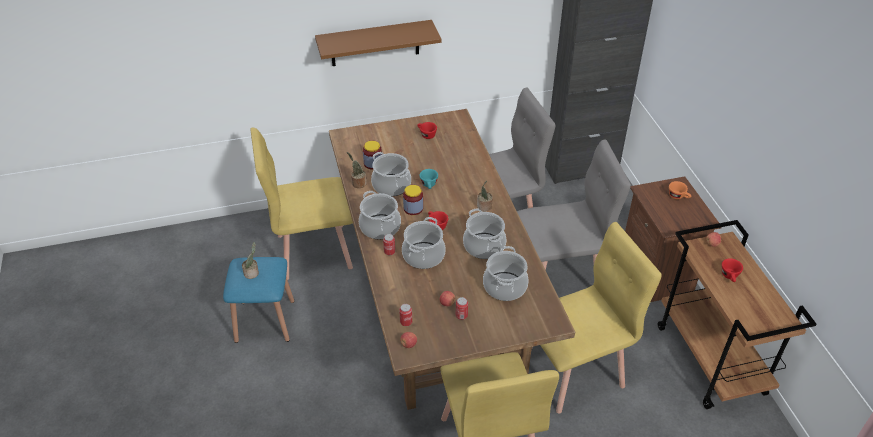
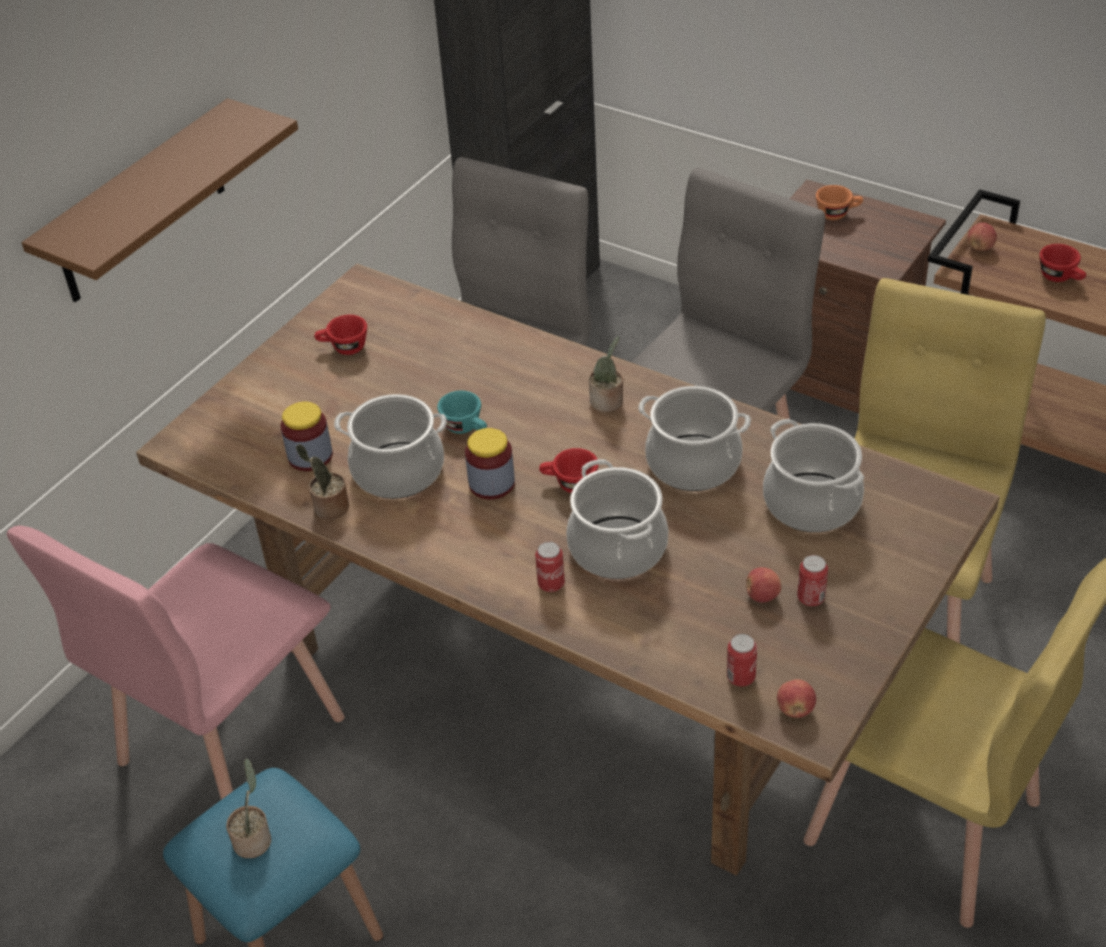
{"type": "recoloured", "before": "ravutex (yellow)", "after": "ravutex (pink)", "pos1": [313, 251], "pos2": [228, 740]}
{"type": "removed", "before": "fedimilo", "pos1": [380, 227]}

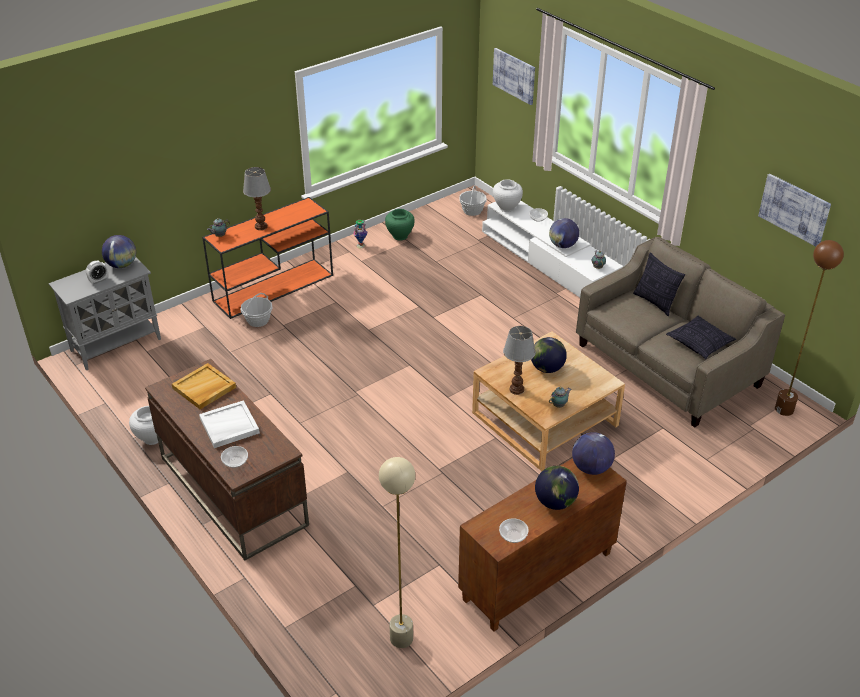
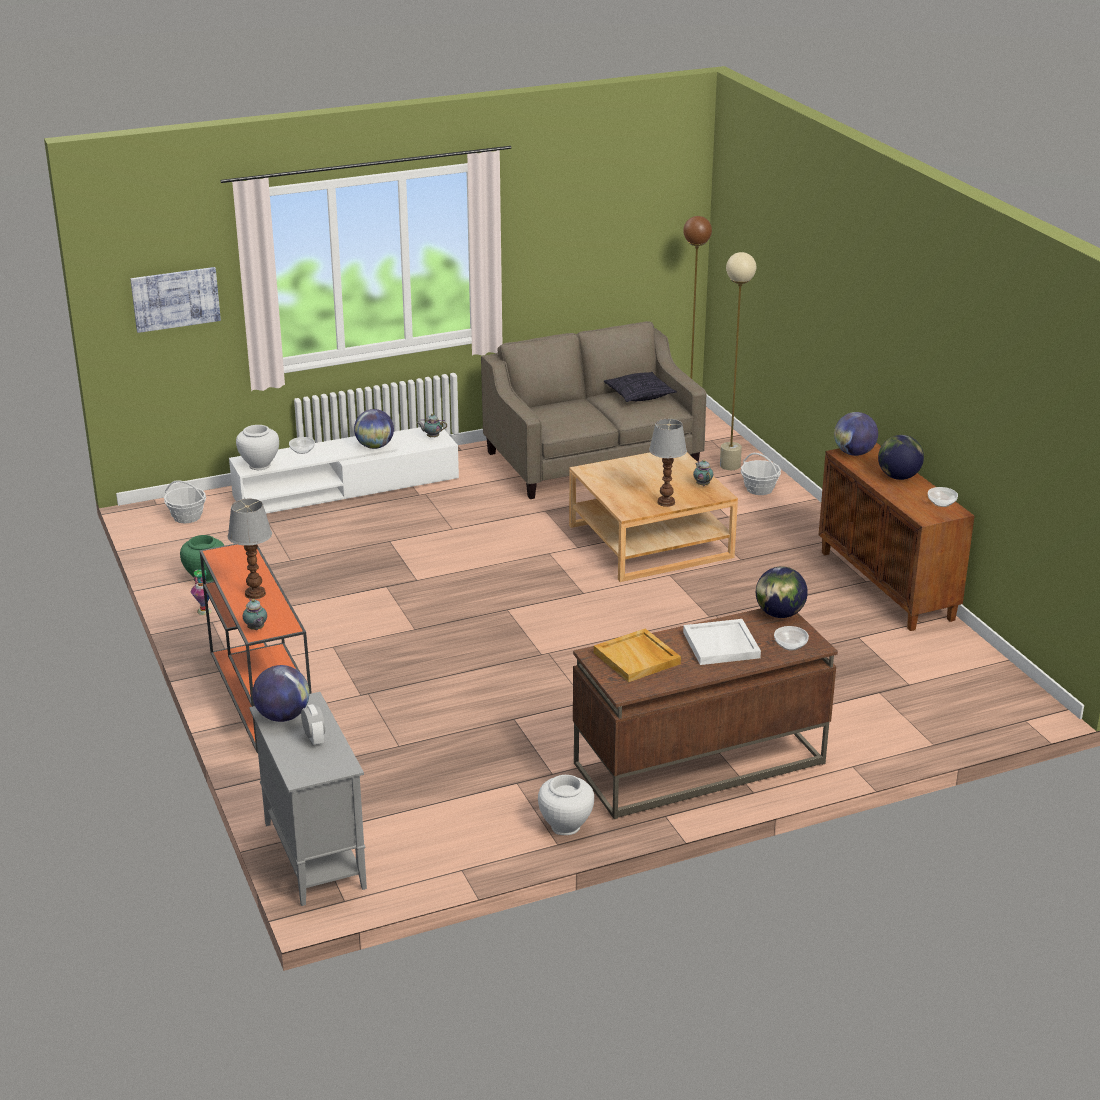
{"type": "removed", "before": "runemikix", "pos1": [794, 209]}
{"type": "removed", "before": "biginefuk", "pos1": [655, 302]}
{"type": "moved", "before": "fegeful", "pos1": [258, 320], "pos2": [759, 489]}
{"type": "moved", "before": "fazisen", "pos1": [547, 368], "pos2": [779, 614]}
{"type": "moved", "before": "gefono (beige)", "pos1": [401, 638], "pos2": [730, 465]}

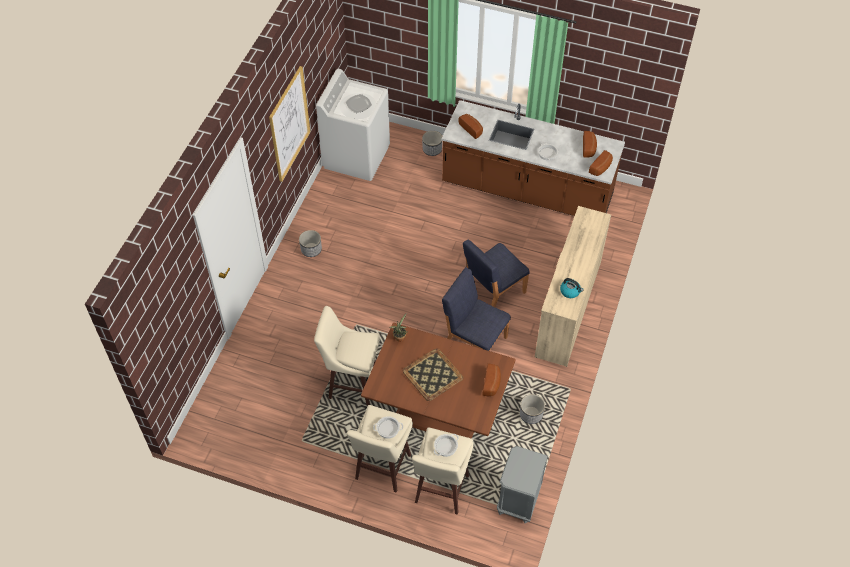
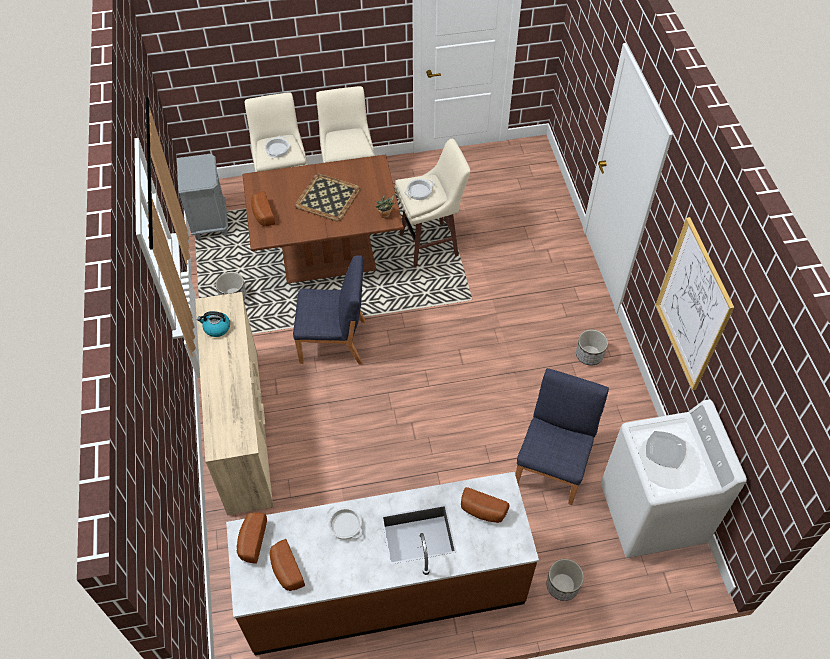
{"type": "moved", "before": "ravutex (blue)", "pos1": [492, 291], "pos2": [553, 465]}
{"type": "moved", "before": "fedimilo", "pos1": [388, 429], "pos2": [419, 191]}

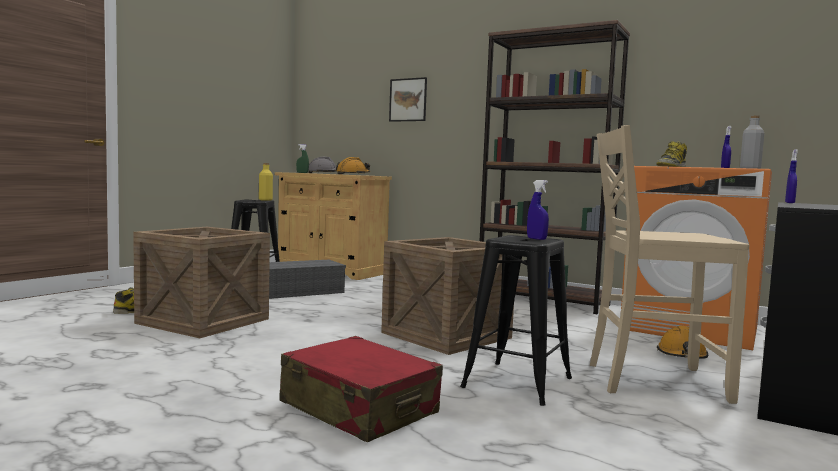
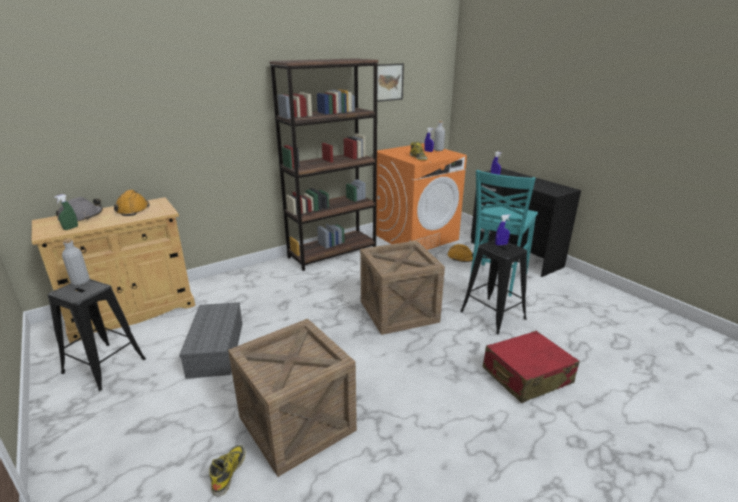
{"type": "moved", "before": "runemikix", "pos1": [408, 100], "pos2": [388, 82]}
{"type": "recoloured", "before": "ravutex (beige)", "after": "ravutex (turquoise)", "pos1": [652, 381], "pos2": [496, 280]}
{"type": "recoloured", "before": "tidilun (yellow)", "after": "tidilun (grey)", "pos1": [265, 200], "pos2": [80, 282]}

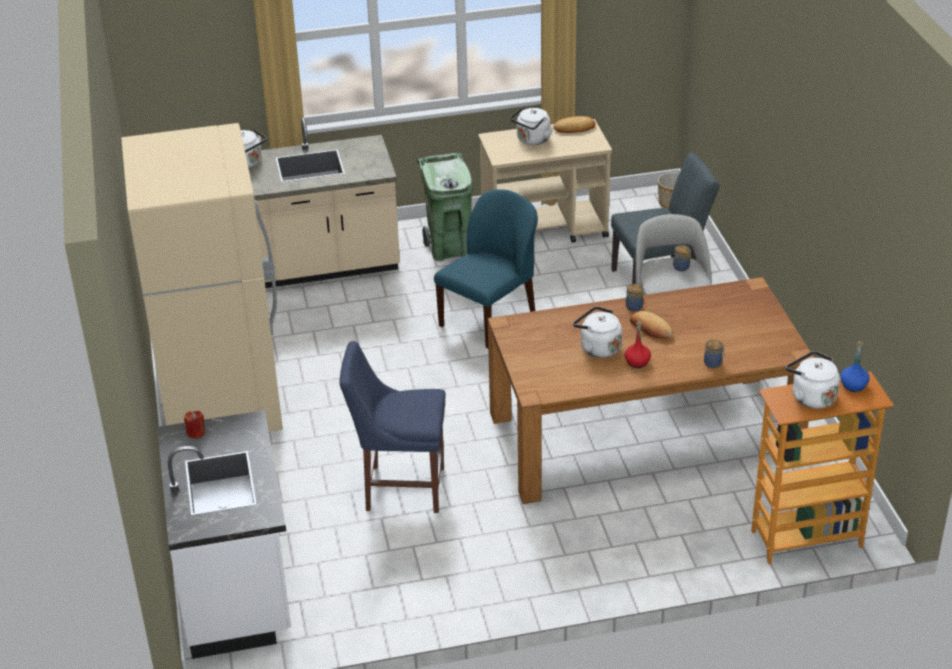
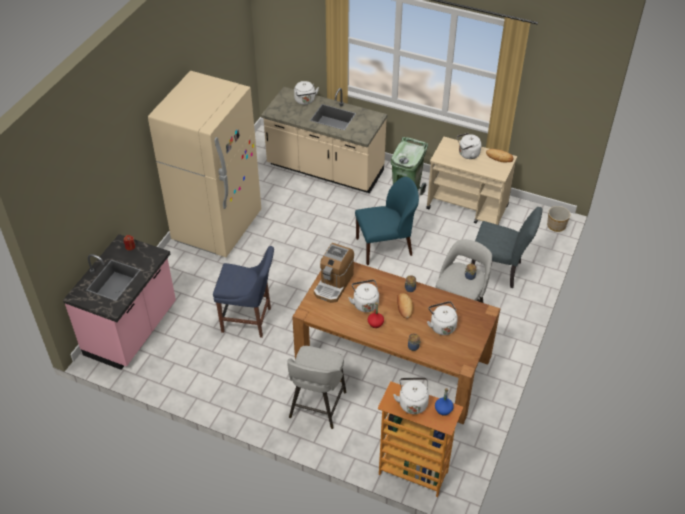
{"type": "turned", "before": "ravutex (blue)", "pos1": [400, 488], "pos2": [249, 320], "turn": 150}
{"type": "recoloured", "before": "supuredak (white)", "after": "supuredak (pink)", "pos1": [237, 588], "pos2": [132, 330]}
{"type": "added", "after": "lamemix", "pos2": [333, 284]}
{"type": "added", "after": "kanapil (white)", "pos2": [442, 326]}
{"type": "added", "after": "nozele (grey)", "pos2": [317, 406]}

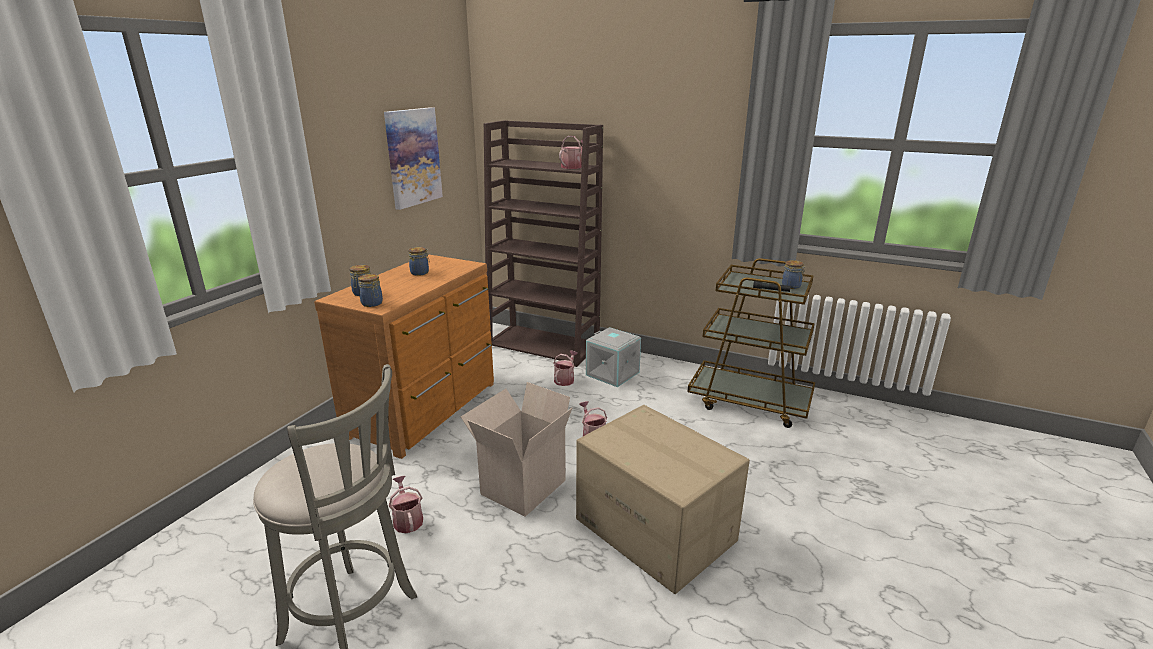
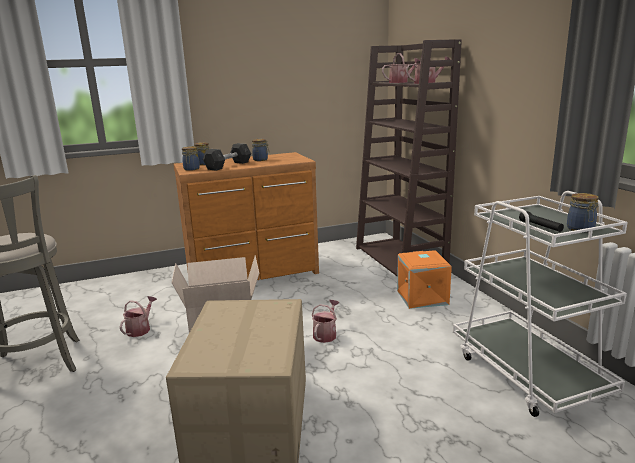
{"type": "removed", "before": "runemikix", "pos1": [413, 157]}
{"type": "recoloured", "before": "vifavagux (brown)", "after": "vifavagux (white)", "pos1": [750, 402], "pos2": [527, 373]}
{"type": "recoloured", "before": "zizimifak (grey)", "after": "zizimifak (orange)", "pos1": [611, 374], "pos2": [421, 297]}
{"type": "moved", "before": "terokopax", "pos1": [565, 379], "pos2": [401, 82]}
{"type": "added", "after": "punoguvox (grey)", "pos2": [228, 165]}

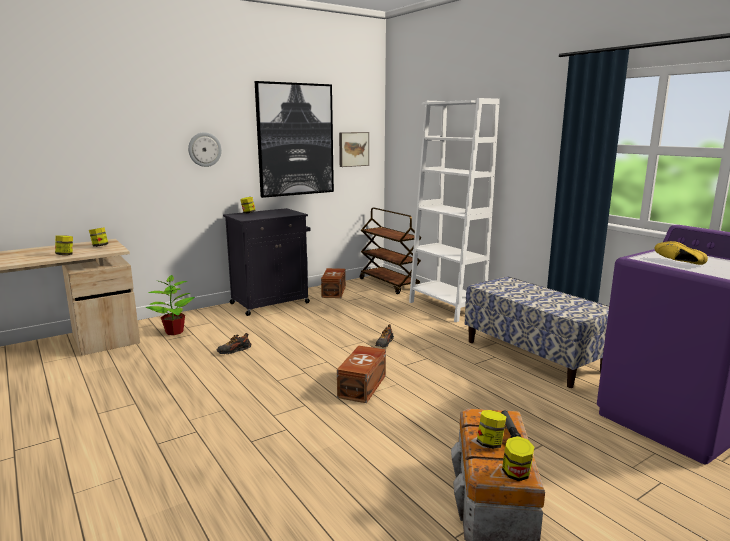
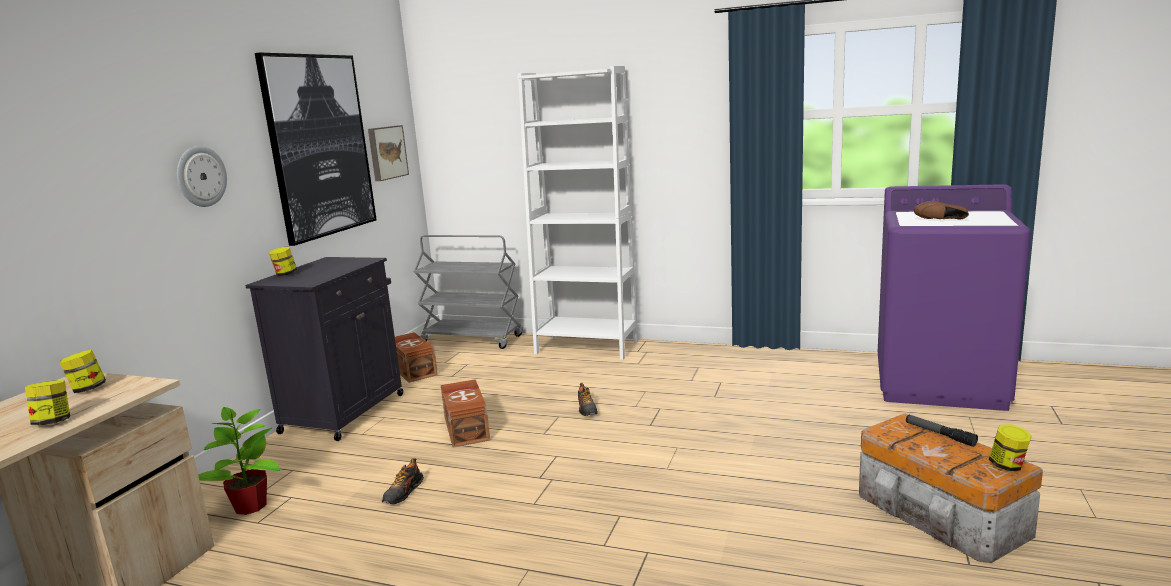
{"type": "recoloured", "before": "vifavagux (brown)", "after": "vifavagux (grey)", "pos1": [389, 284], "pos2": [473, 339]}
{"type": "recoloured", "before": "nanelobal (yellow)", "after": "nanelobal (brown)", "pos1": [677, 262], "pos2": [942, 221]}
{"type": "removed", "before": "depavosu", "pos1": [533, 356]}
{"type": "moved", "before": "zizimifak (brown)", "pos1": [363, 386], "pos2": [467, 427]}
{"type": "removed", "before": "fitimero", "pos1": [490, 443]}

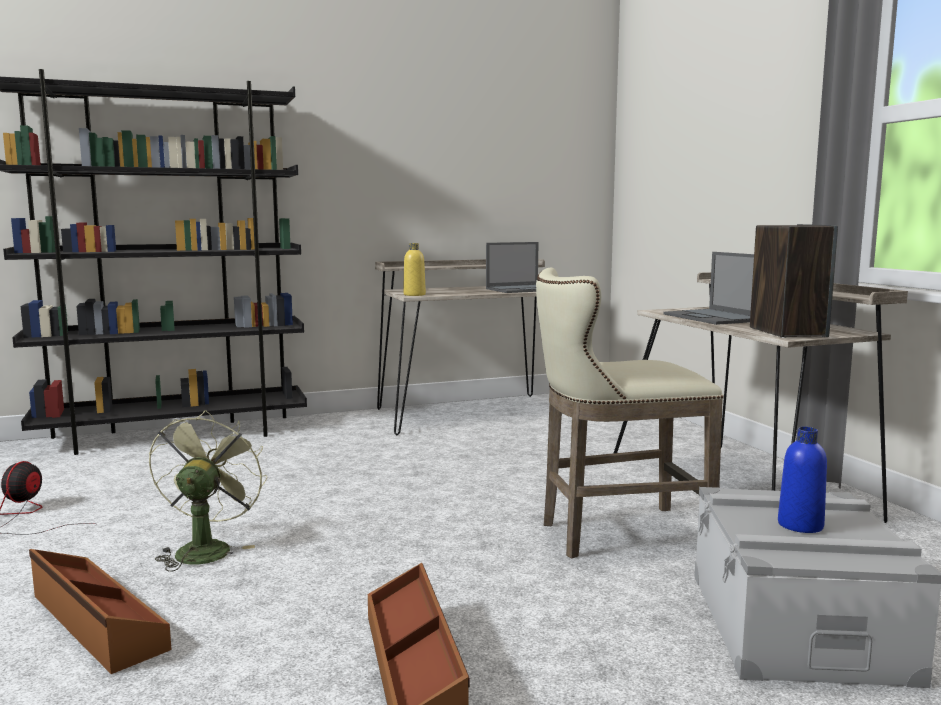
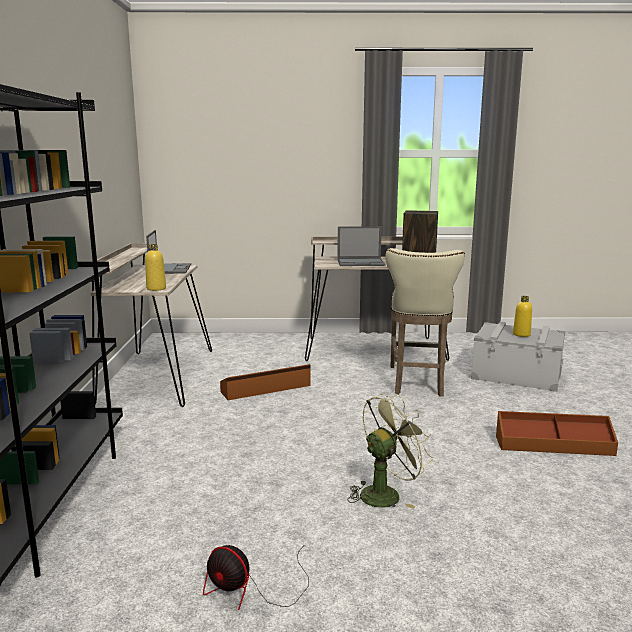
{"type": "turned", "before": "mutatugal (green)", "pos1": [206, 548], "pos2": [386, 493], "turn": 120}
{"type": "recoloured", "before": "tidilun (blue)", "after": "tidilun (yellow)", "pos1": [800, 525], "pos2": [521, 334]}
{"type": "moved", "before": "zizimifak (brown)", "pos1": [95, 622], "pos2": [266, 389]}

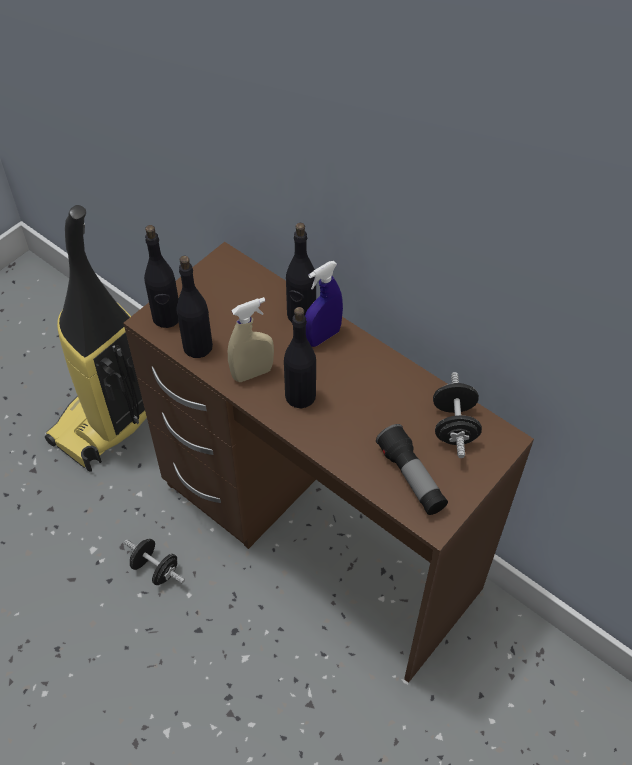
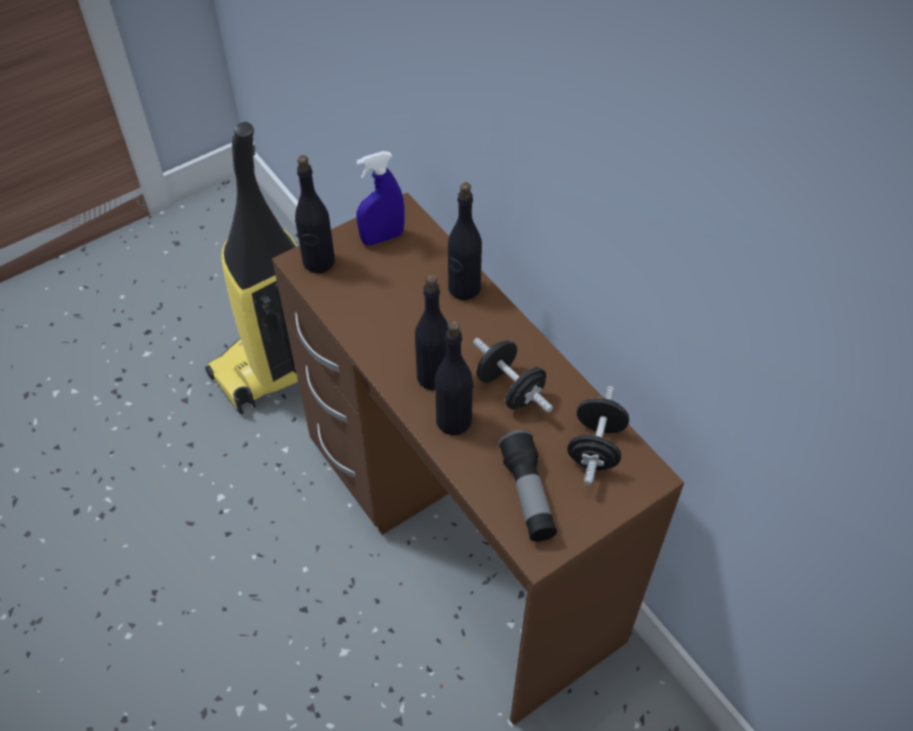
{"type": "moved", "before": "tidilun (black)", "pos1": [198, 346], "pos2": [454, 420]}
{"type": "moved", "before": "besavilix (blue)", "pos1": [322, 337], "pos2": [382, 238]}
{"type": "removed", "before": "besavilix (beige)", "pos1": [252, 373]}
{"type": "moved", "before": "punoguvox (black)", "pos1": [155, 569], "pos2": [510, 389]}

